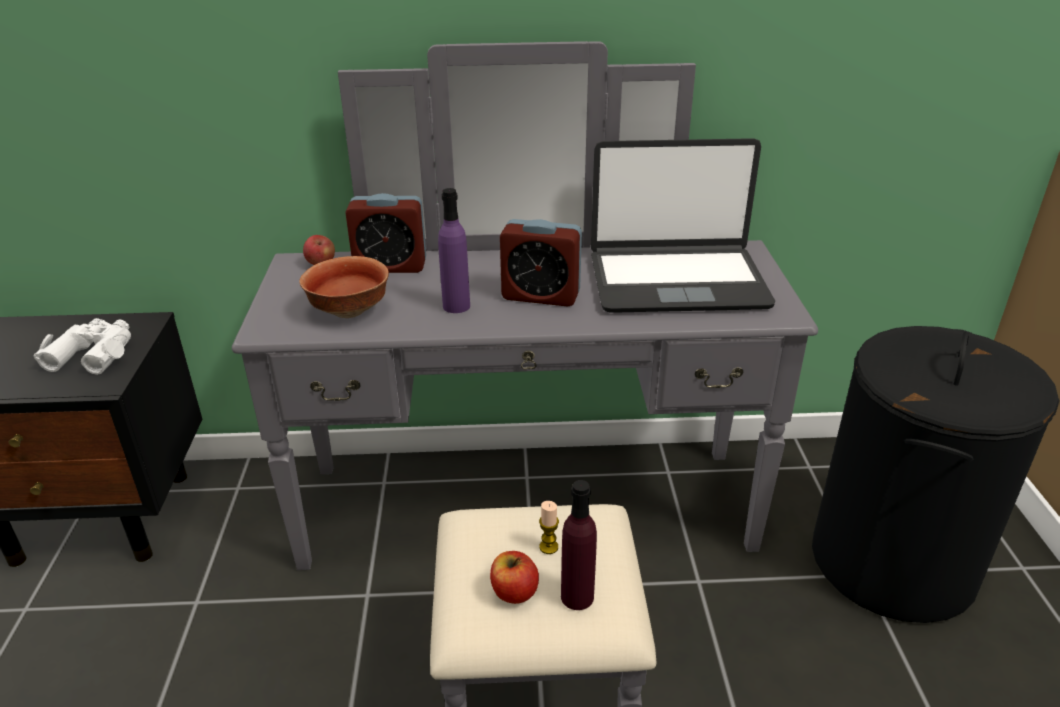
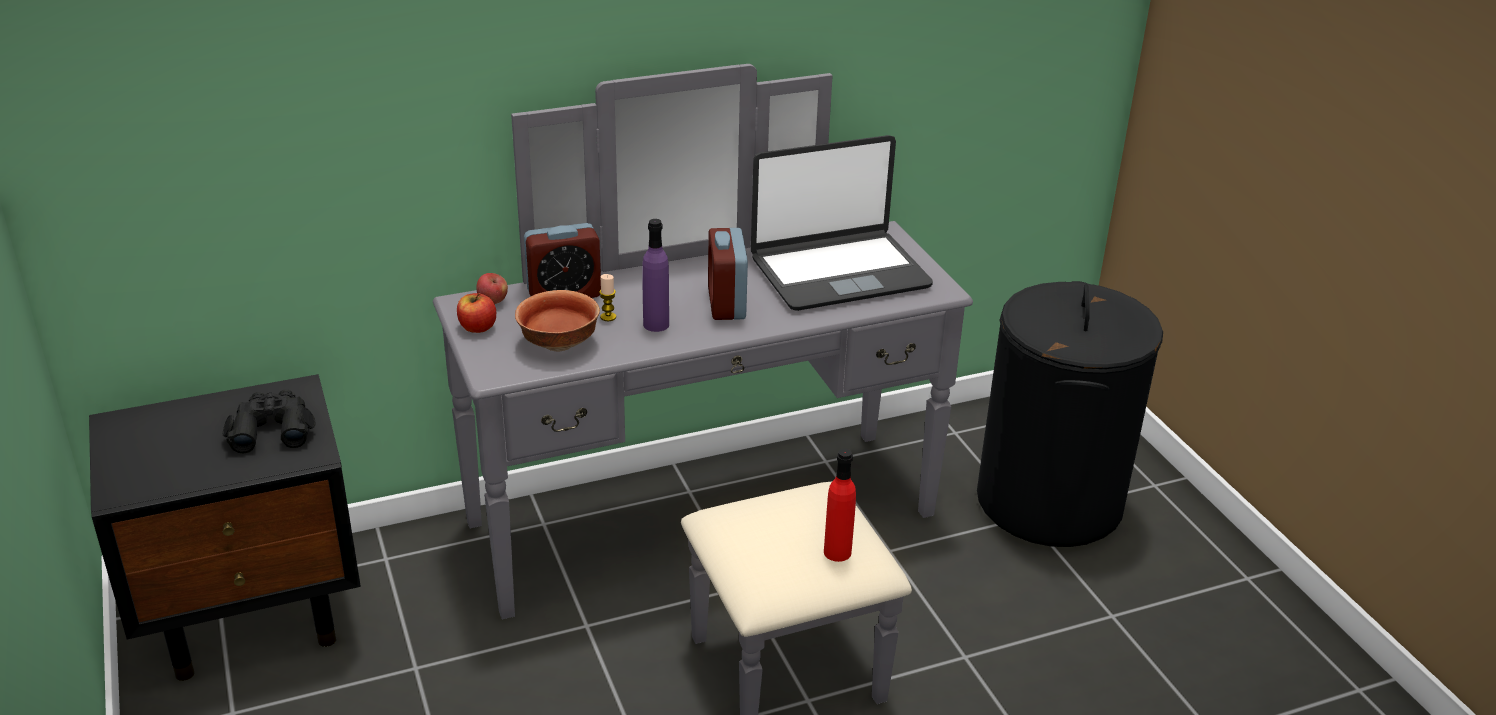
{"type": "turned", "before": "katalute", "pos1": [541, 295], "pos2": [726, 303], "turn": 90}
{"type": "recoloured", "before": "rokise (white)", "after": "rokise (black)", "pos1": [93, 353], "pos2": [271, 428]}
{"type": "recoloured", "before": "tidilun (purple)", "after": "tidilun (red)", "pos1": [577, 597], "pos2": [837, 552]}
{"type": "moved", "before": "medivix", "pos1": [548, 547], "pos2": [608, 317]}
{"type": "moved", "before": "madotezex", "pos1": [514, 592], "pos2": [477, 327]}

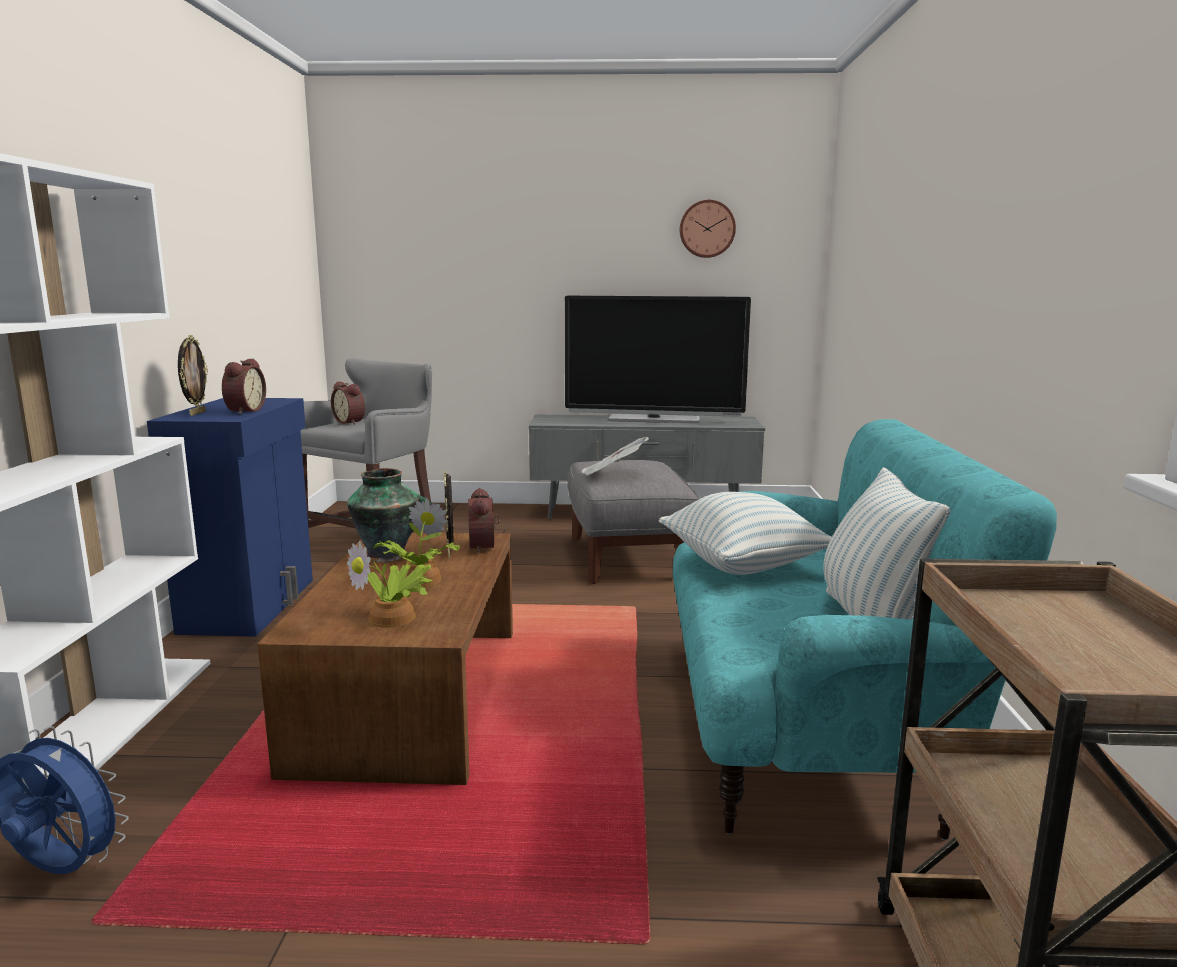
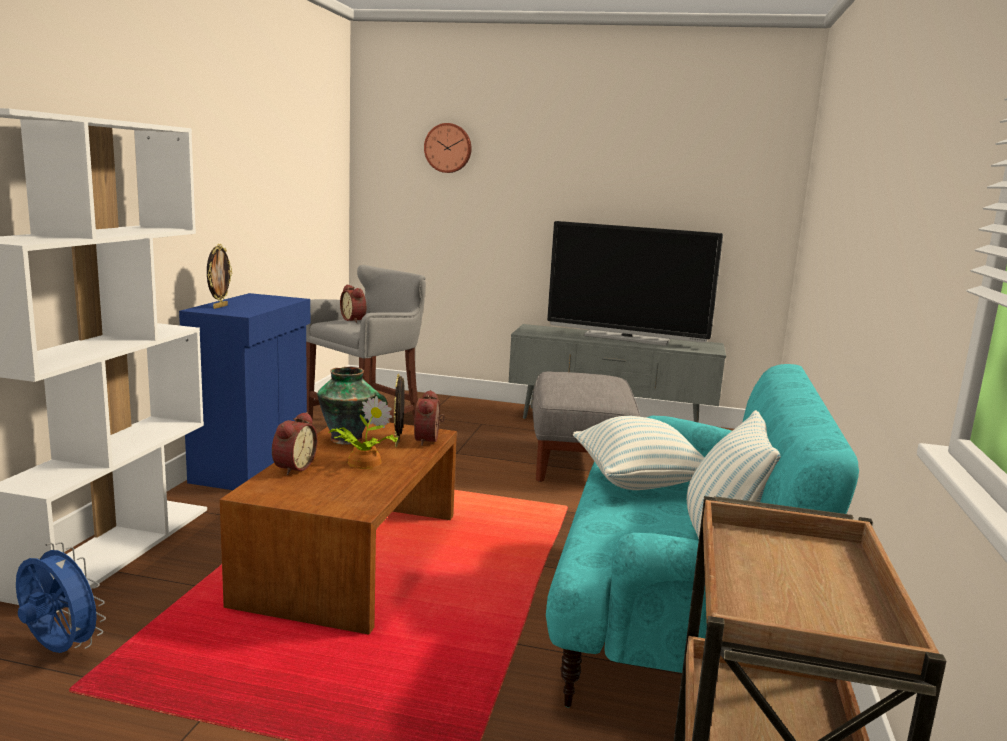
{"type": "moved", "before": "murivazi", "pos1": [707, 229], "pos2": [448, 148]}
{"type": "moved", "before": "katalute", "pos1": [243, 411], "pos2": [292, 467]}
{"type": "removed", "before": "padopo", "pos1": [613, 474]}
{"type": "removed", "before": "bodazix", "pos1": [395, 617]}

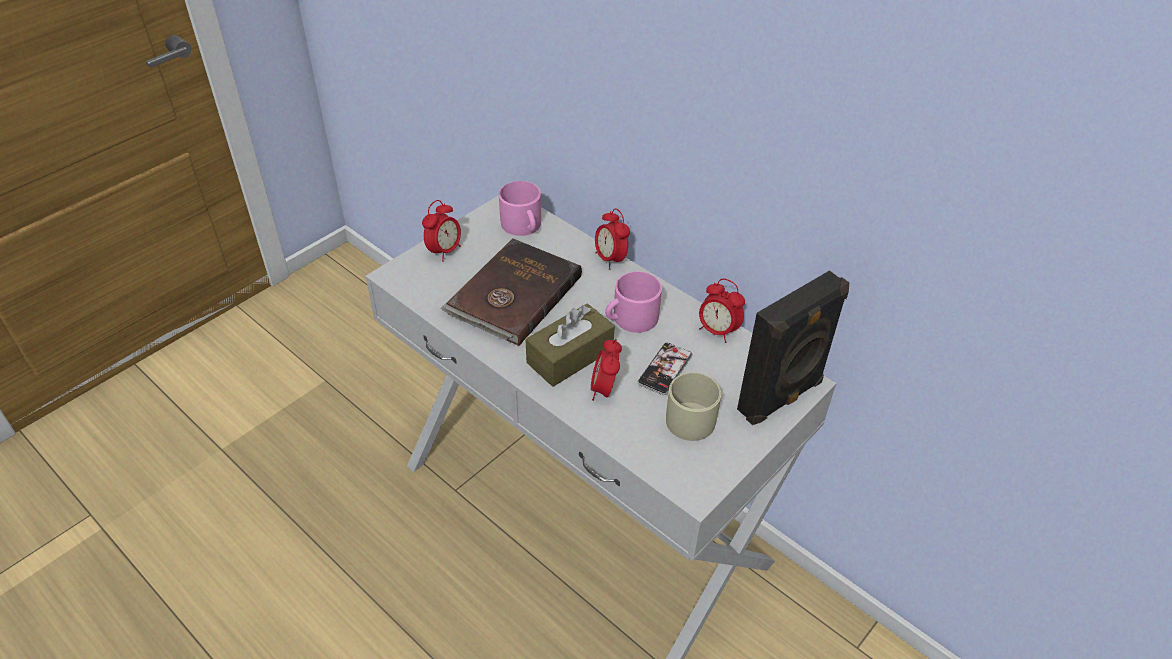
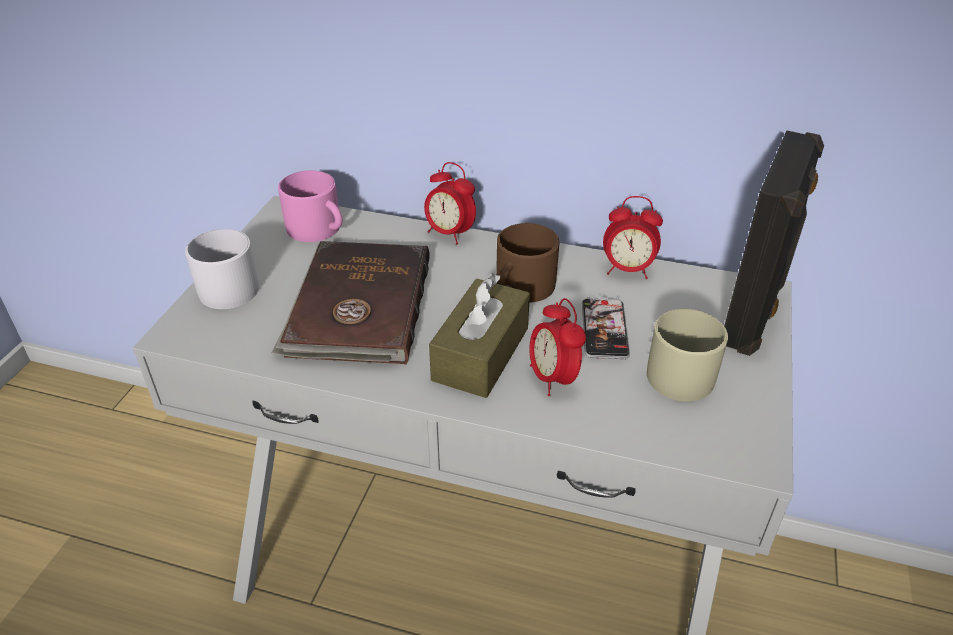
{"type": "replaced", "before": "katalute", "after": "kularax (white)", "pos1": [444, 251], "pos2": [231, 285]}
{"type": "recoloured", "before": "kularax (pink)", "after": "kularax (brown)", "pos1": [630, 318], "pos2": [521, 288]}

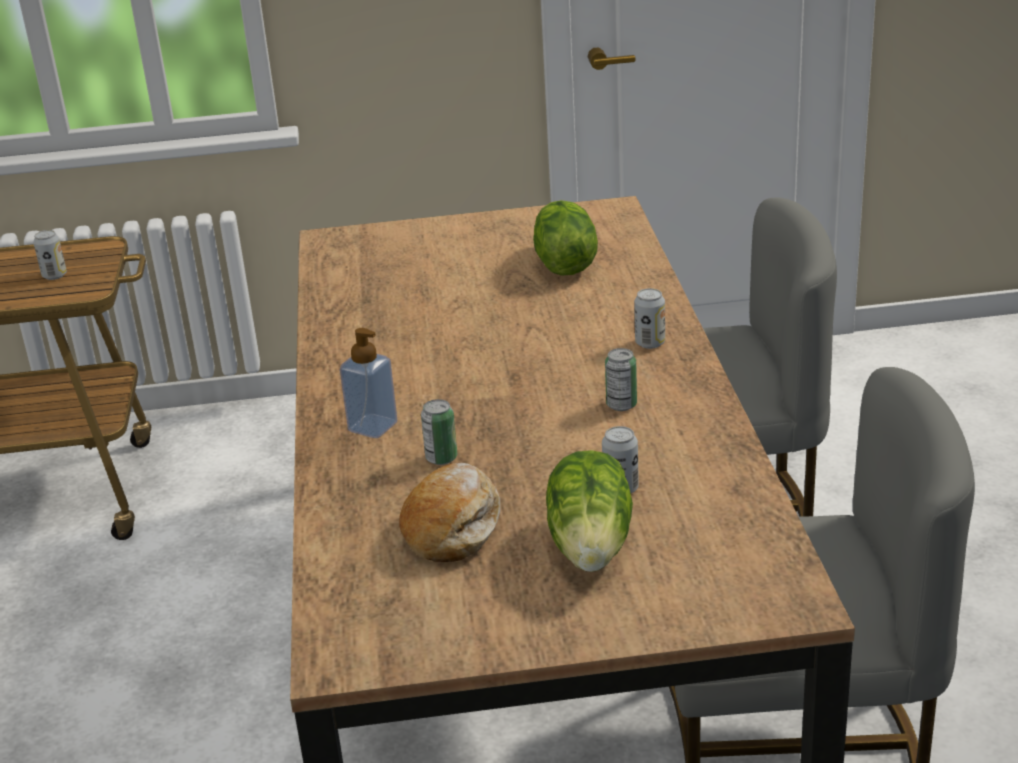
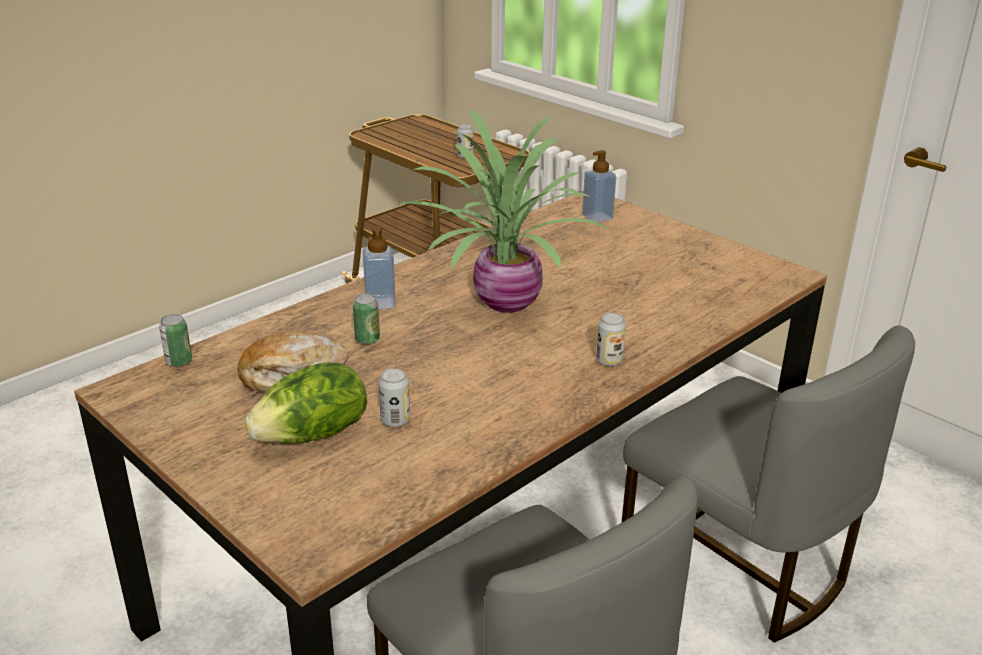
{"type": "removed", "before": "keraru", "pos1": [563, 264]}
{"type": "moved", "before": "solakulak", "pos1": [621, 405], "pos2": [179, 361]}
{"type": "added", "after": "bodazix", "pos2": [504, 301]}
{"type": "added", "after": "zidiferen", "pos2": [597, 217]}

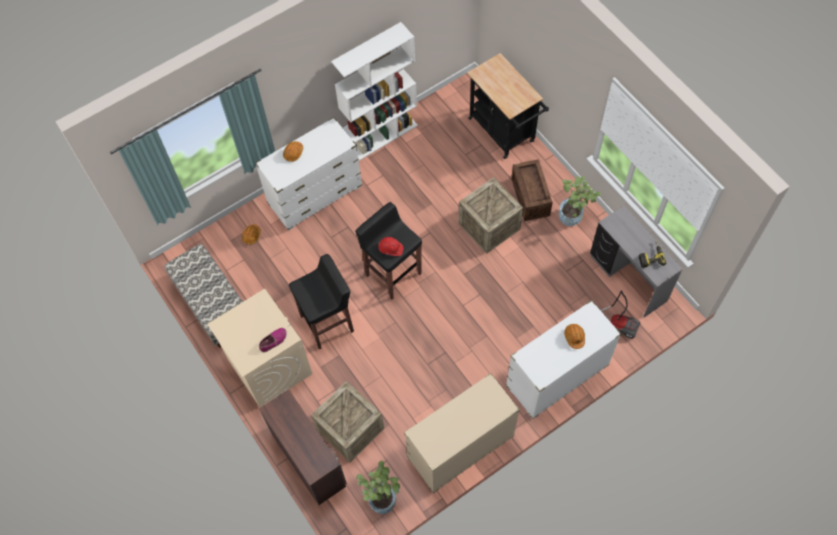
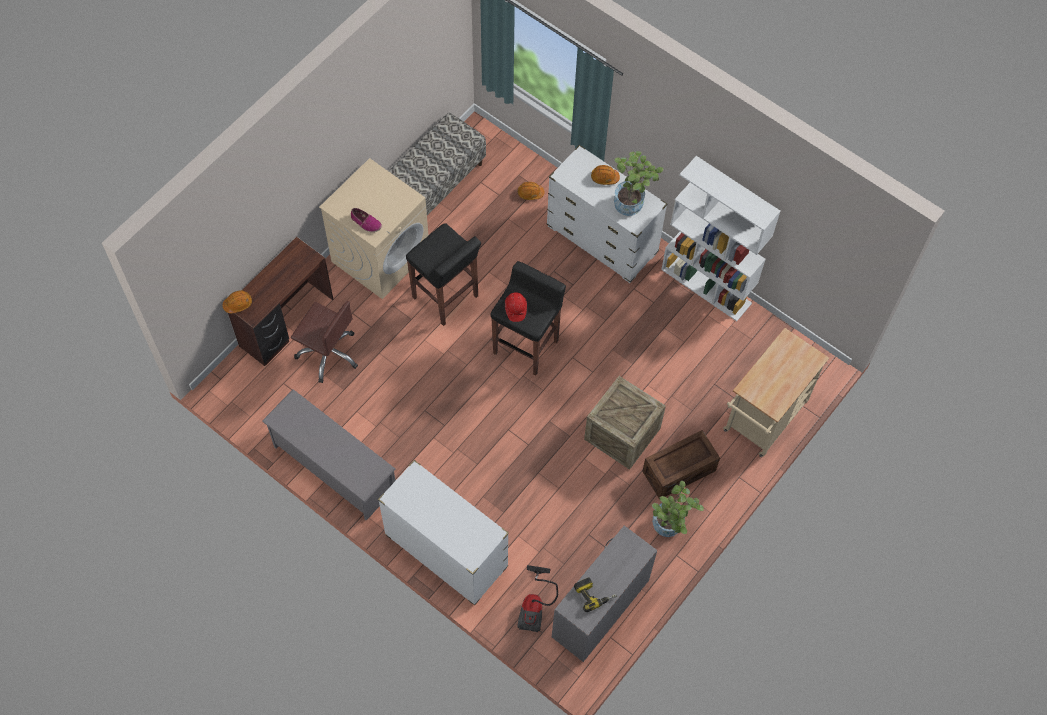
{"type": "recoloured", "before": "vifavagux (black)", "after": "vifavagux (beige)", "pos1": [504, 133], "pos2": [762, 421]}
{"type": "moved", "before": "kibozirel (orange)", "pos1": [574, 337], "pos2": [238, 304]}
{"type": "replaced", "before": "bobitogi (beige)", "after": "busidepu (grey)", "pos1": [460, 448], "pos2": [334, 468]}
{"type": "replaced", "before": "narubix", "after": "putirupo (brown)", "pos1": [350, 429], "pos2": [328, 353]}
{"type": "moved", "before": "bodazix", "pos1": [381, 497], "pos2": [632, 202]}

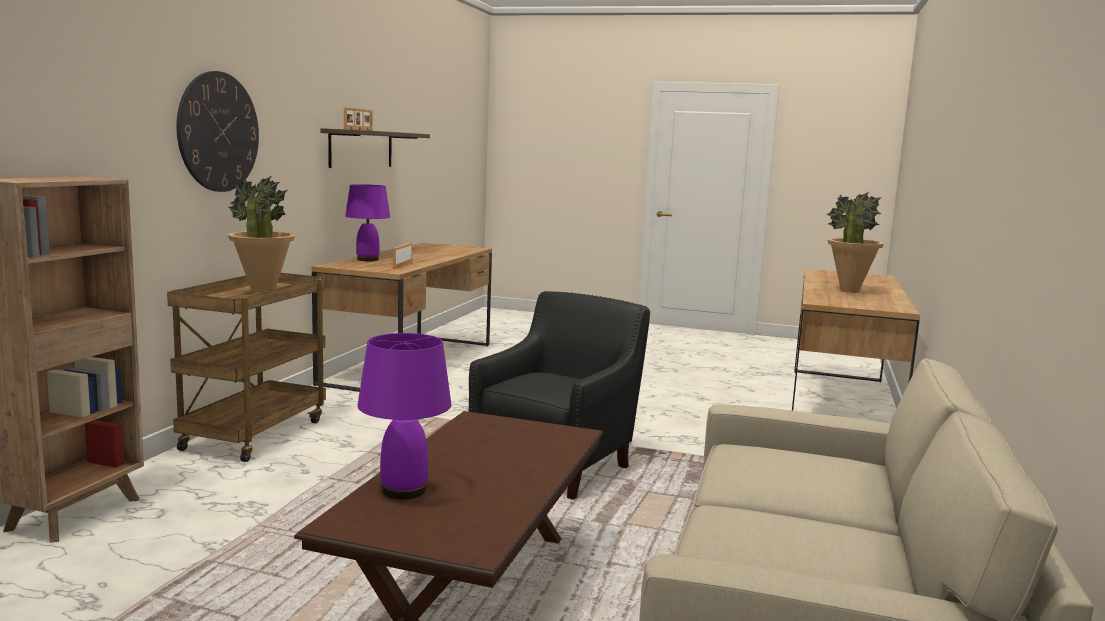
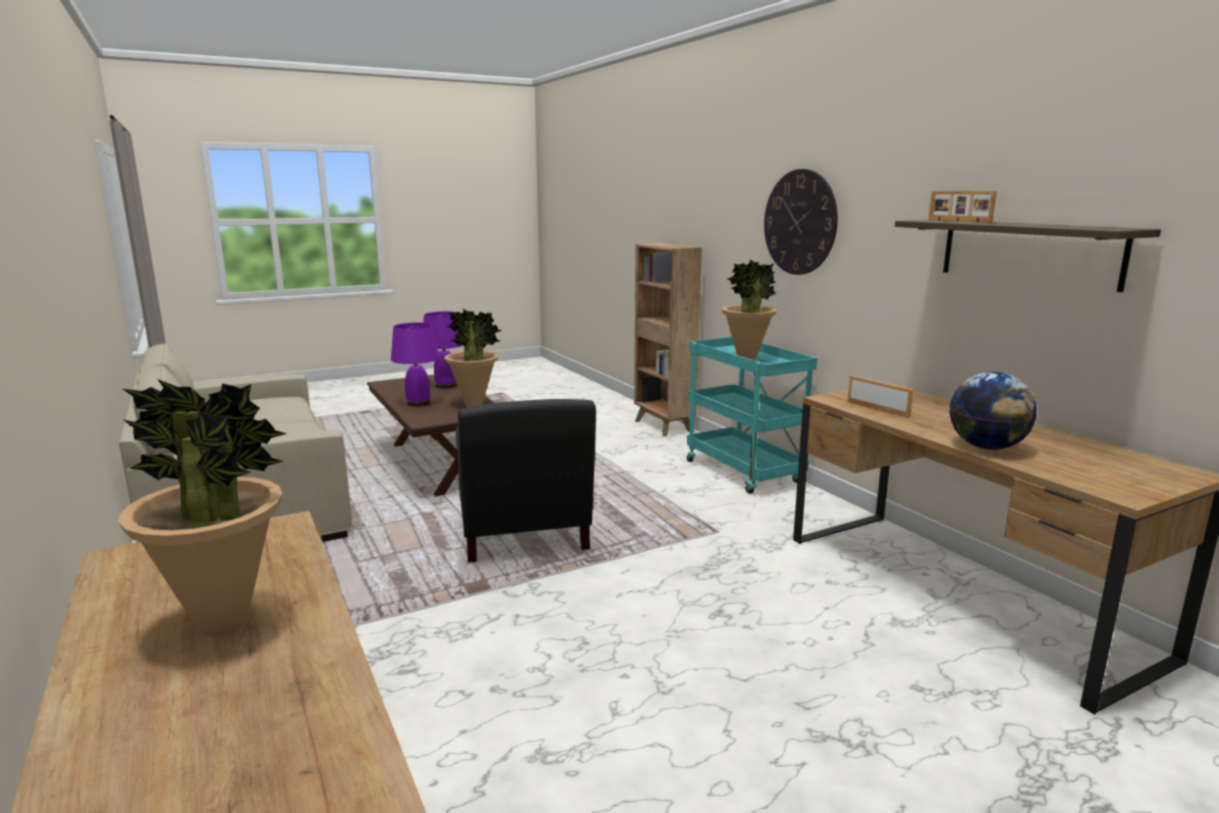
{"type": "moved", "before": "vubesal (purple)", "pos1": [368, 259], "pos2": [418, 403]}
{"type": "recoloured", "before": "vifavagux (brown)", "after": "vifavagux (turquoise)", "pos1": [254, 434], "pos2": [745, 472]}
{"type": "added", "after": "bodazix", "pos2": [474, 405]}
{"type": "added", "after": "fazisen", "pos2": [986, 447]}

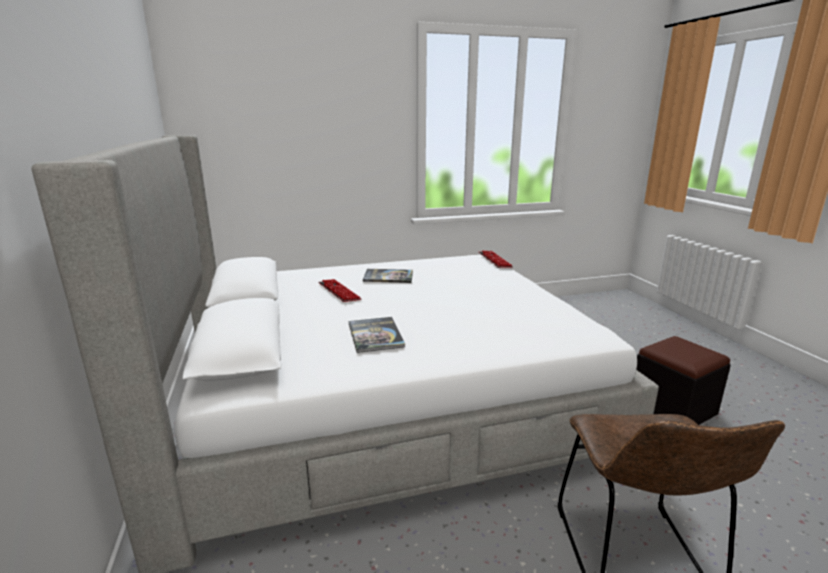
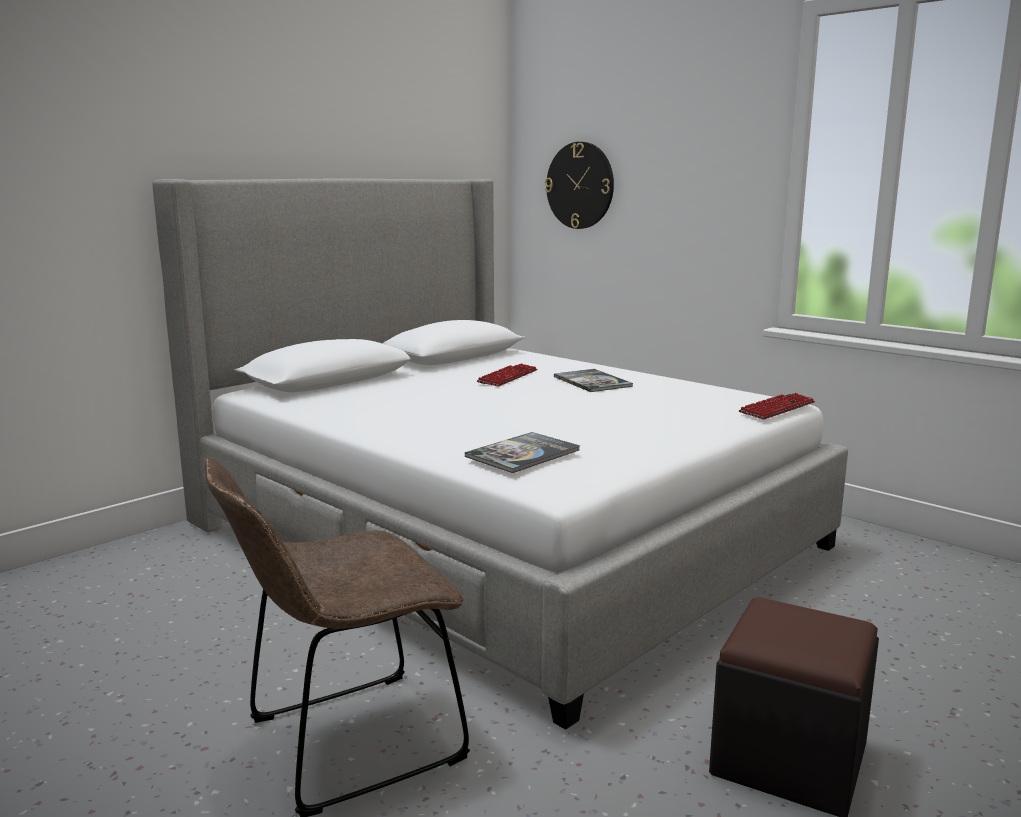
{"type": "moved", "before": "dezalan", "pos1": [375, 335], "pos2": [523, 454]}
{"type": "added", "after": "murivazi", "pos2": [580, 185]}

